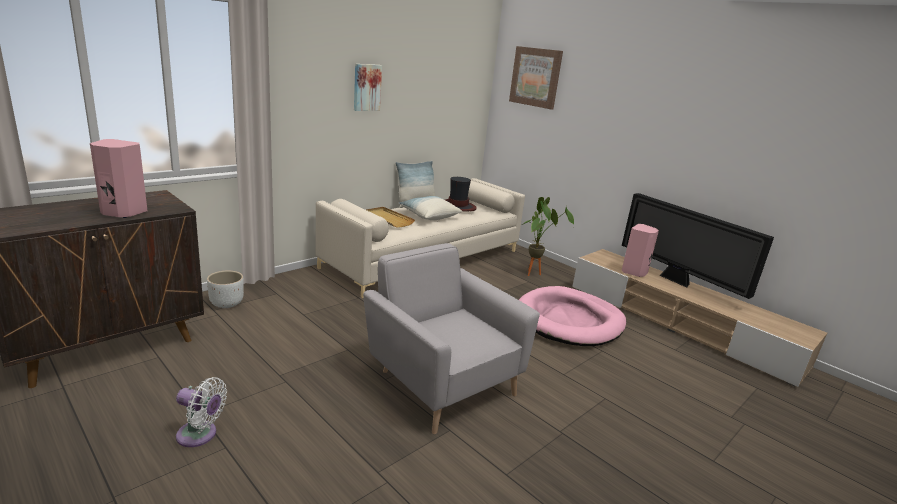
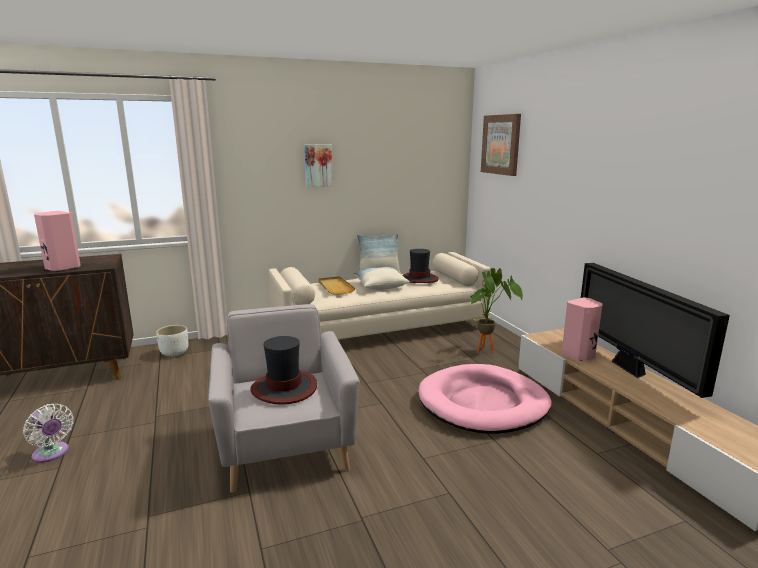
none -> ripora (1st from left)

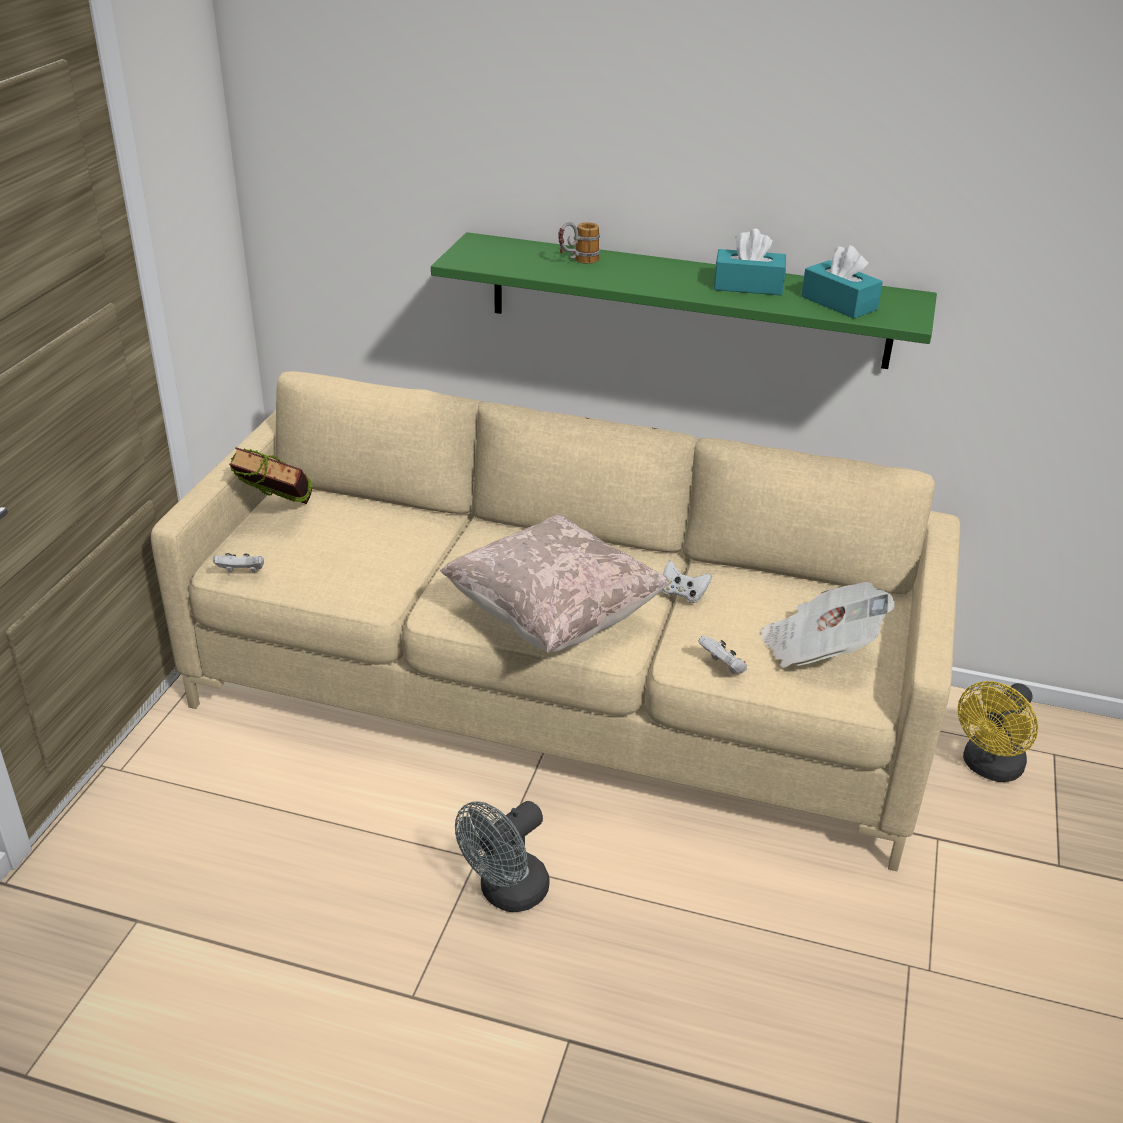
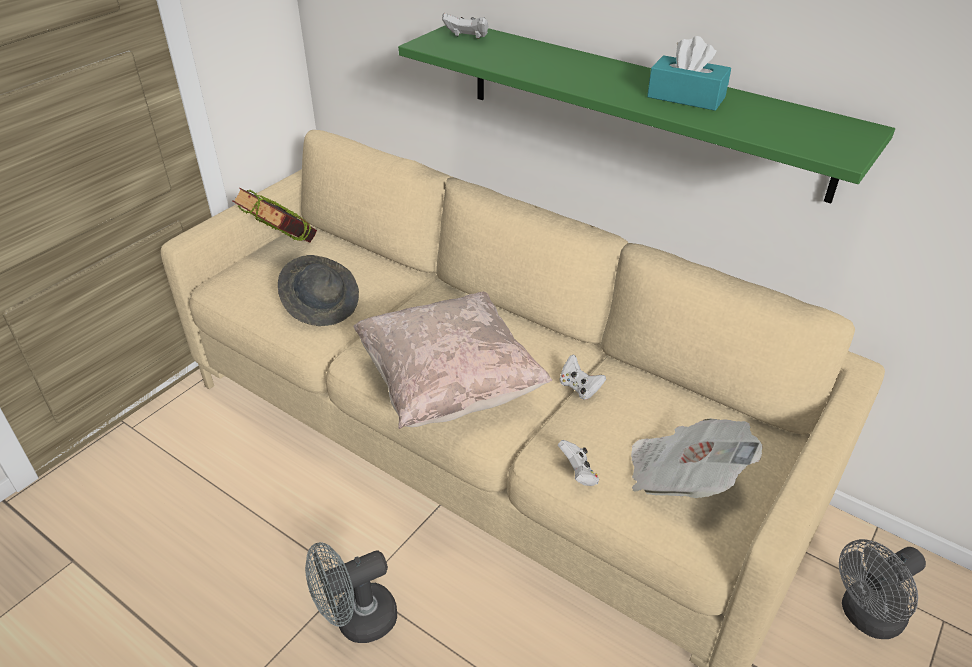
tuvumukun -> none
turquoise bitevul (2nd from left) -> none
none -> grey ripora
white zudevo (1st from left), moved
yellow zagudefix -> grey zagudefix (2nd from left)

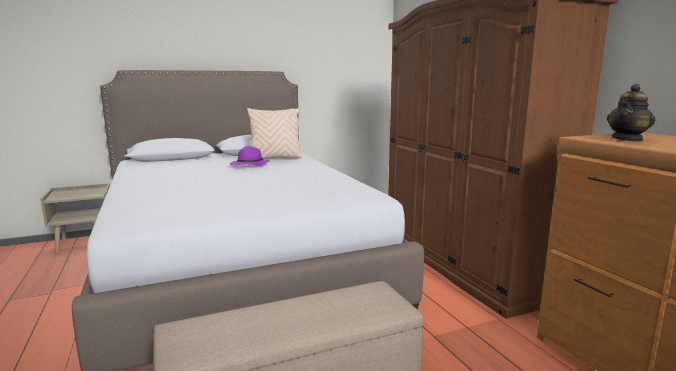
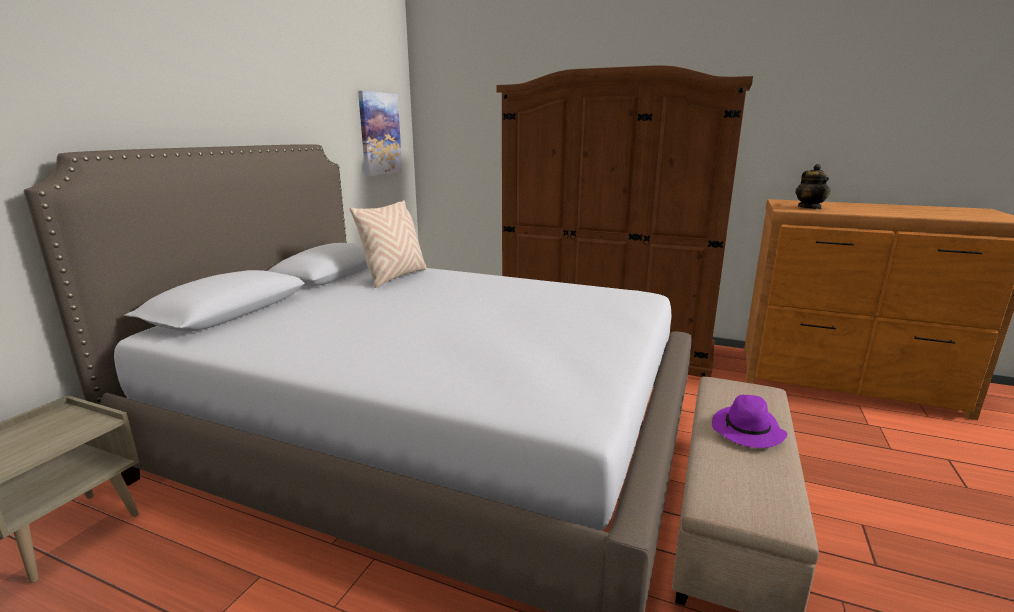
none -> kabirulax
purple ripora, moved

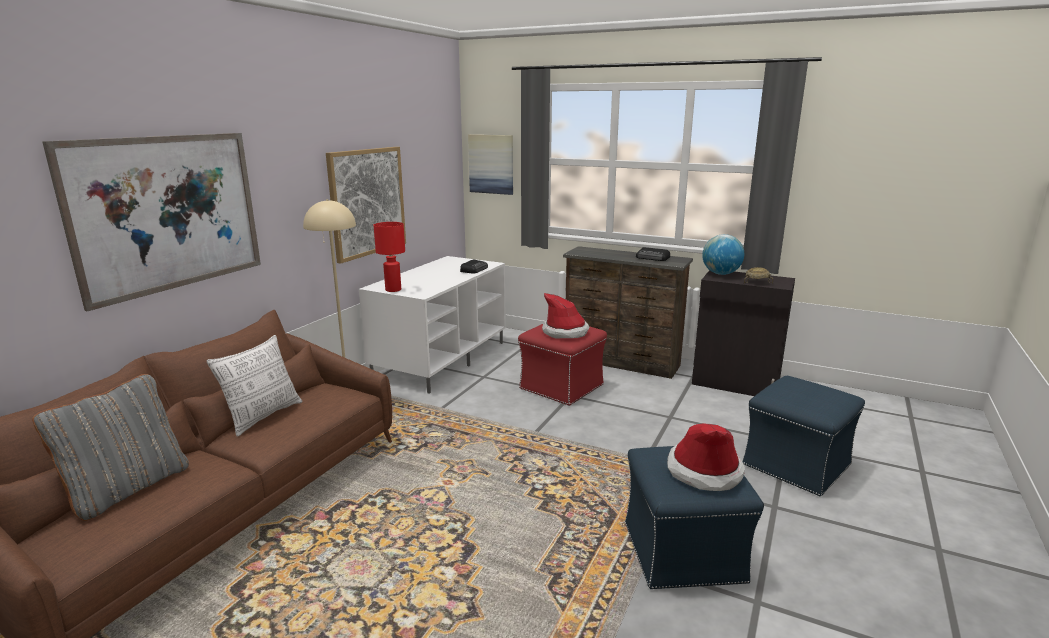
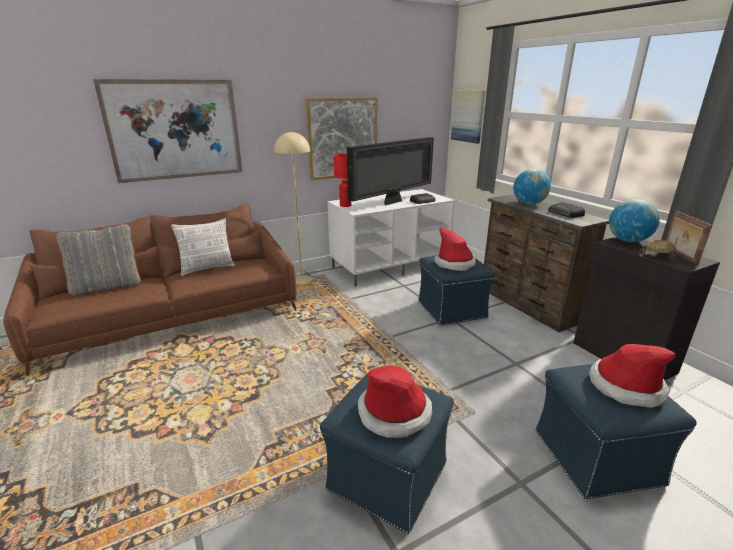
none -> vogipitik
none -> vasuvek (1st from left)
none -> ripora (3rd from left)
none -> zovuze
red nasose -> blue nasose (2nd from left)

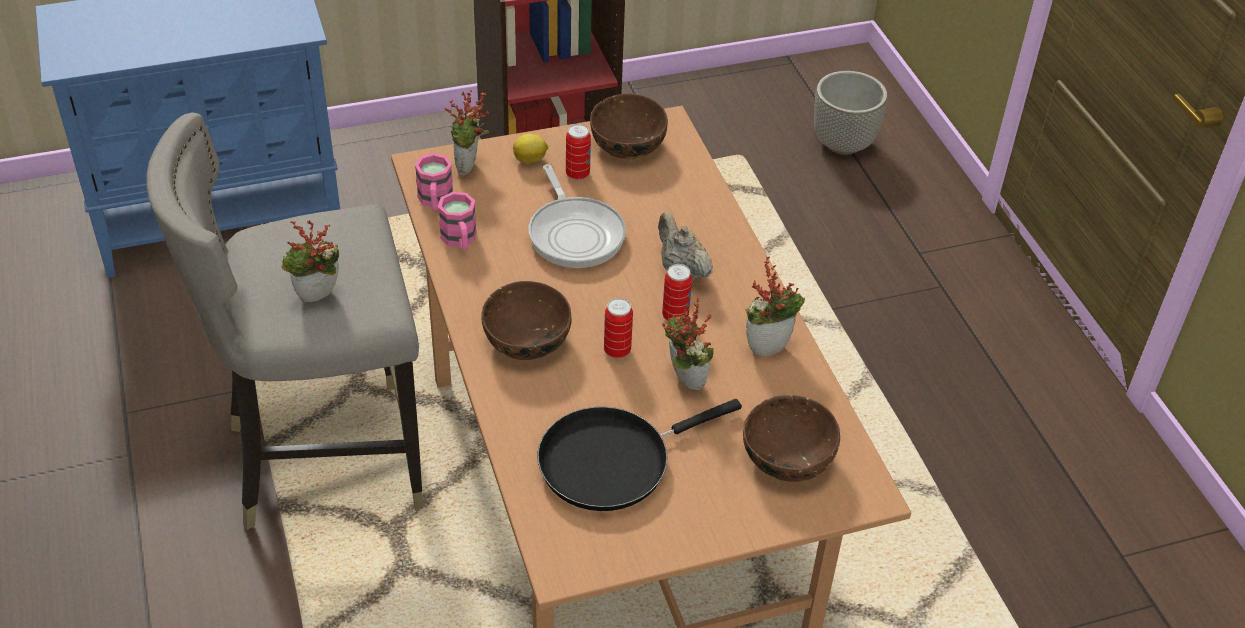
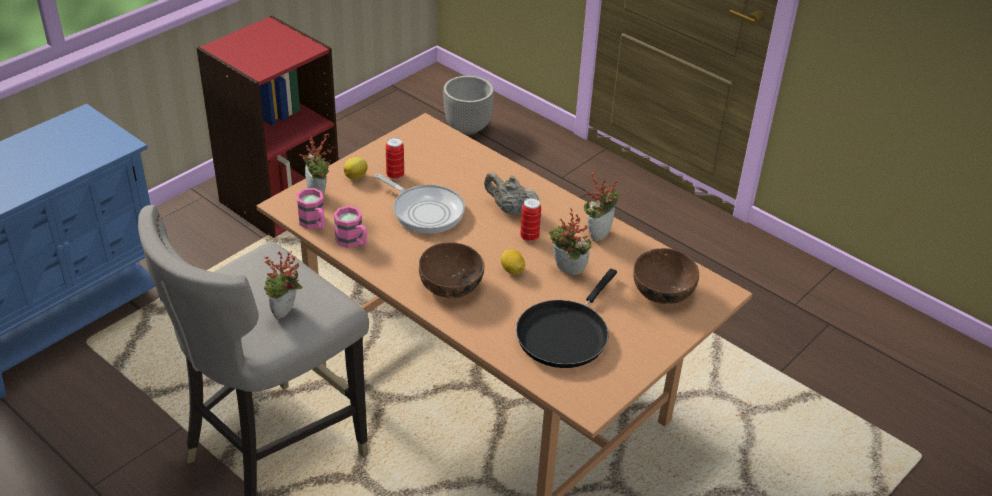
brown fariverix (2nd from left) -> none
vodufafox (2nd from left) -> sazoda (2nd from left)

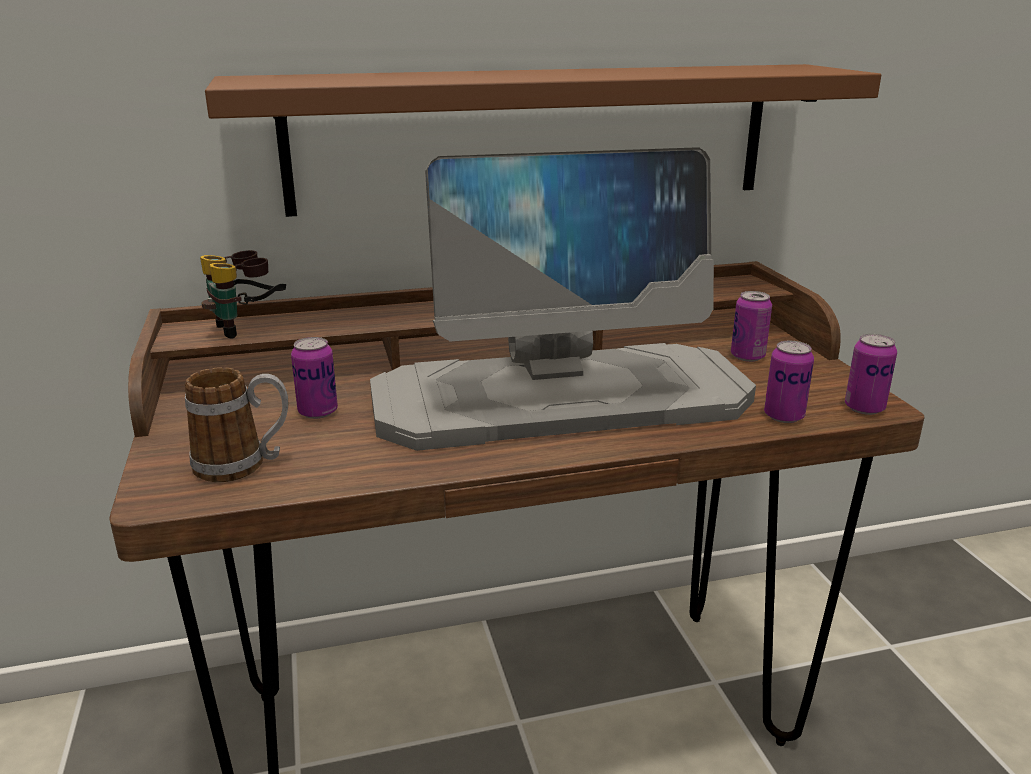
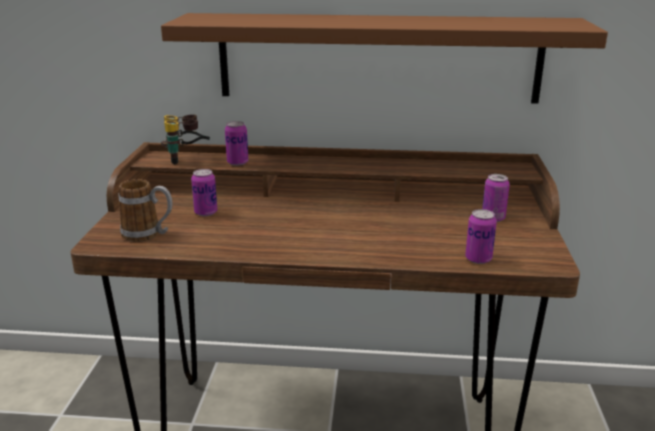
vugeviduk -> none
vodufafox (4th from left in the first image) -> vodufafox (2nd from left), moved

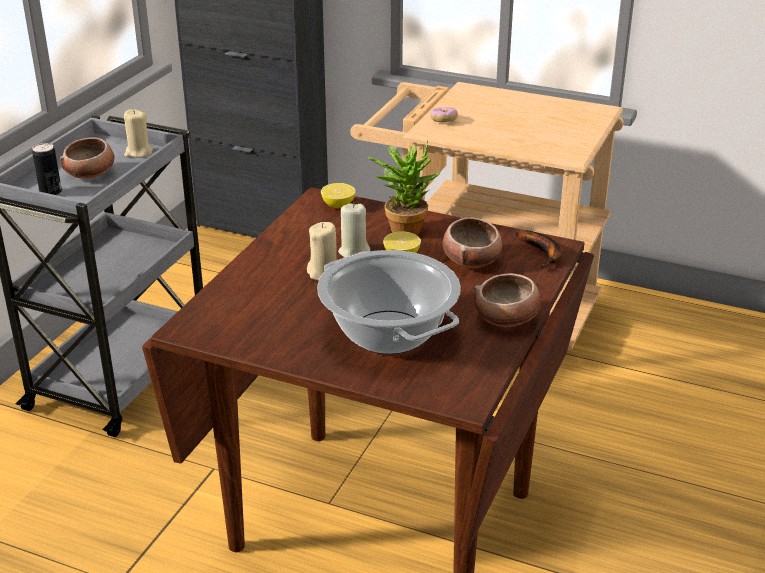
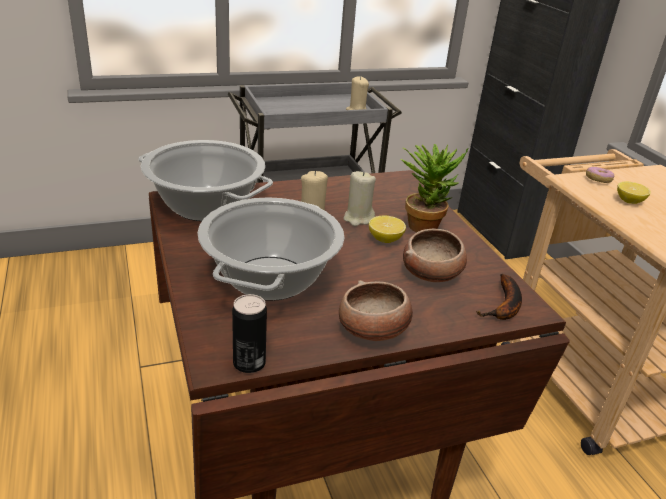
fariverix (1st from left) -> none
none -> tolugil (1st from left)
vodufafox, moved
sazoda (1st from left in the first image) -> sazoda (2nd from left), moved

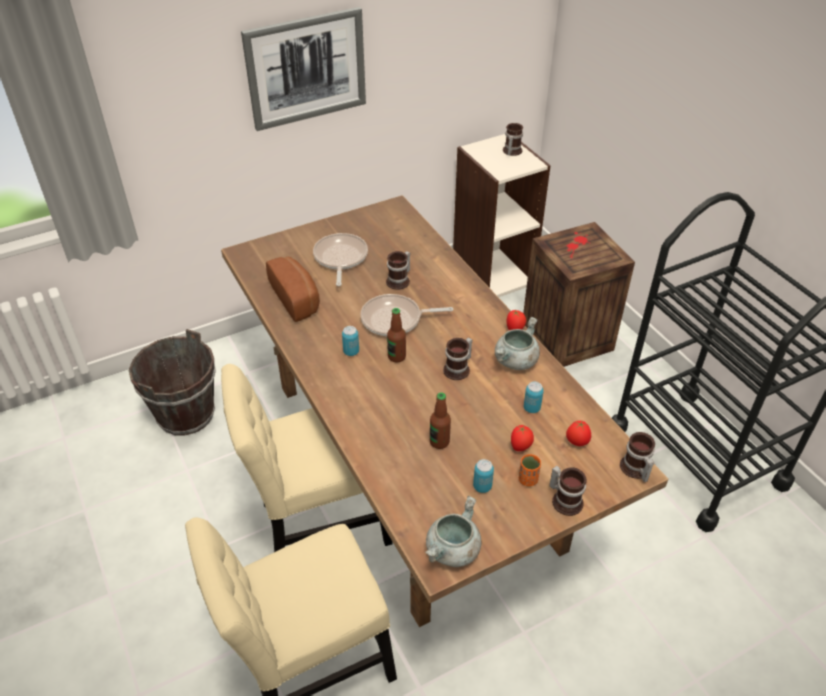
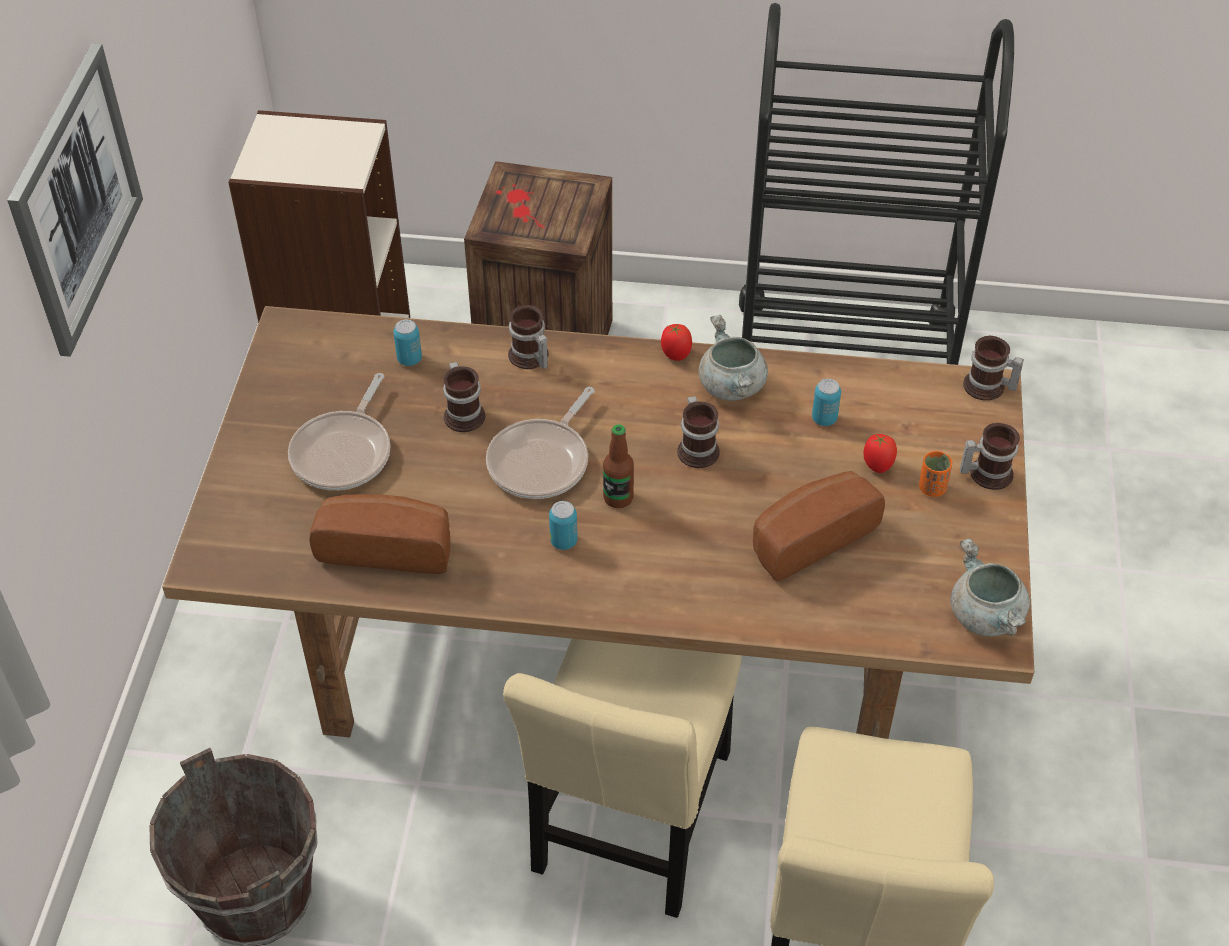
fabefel (3rd from left) -> none
vodufafox (2nd from left in the first image) -> vodufafox (1st from left), moved
tuvumukun (3rd from left in the first image) -> tuvumukun (2nd from left), moved
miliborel (2nd from left) -> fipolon (2nd from left)
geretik (1st from left), 105 degrees counterclockwise

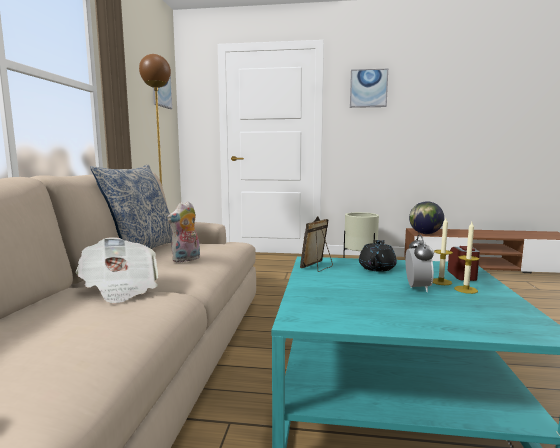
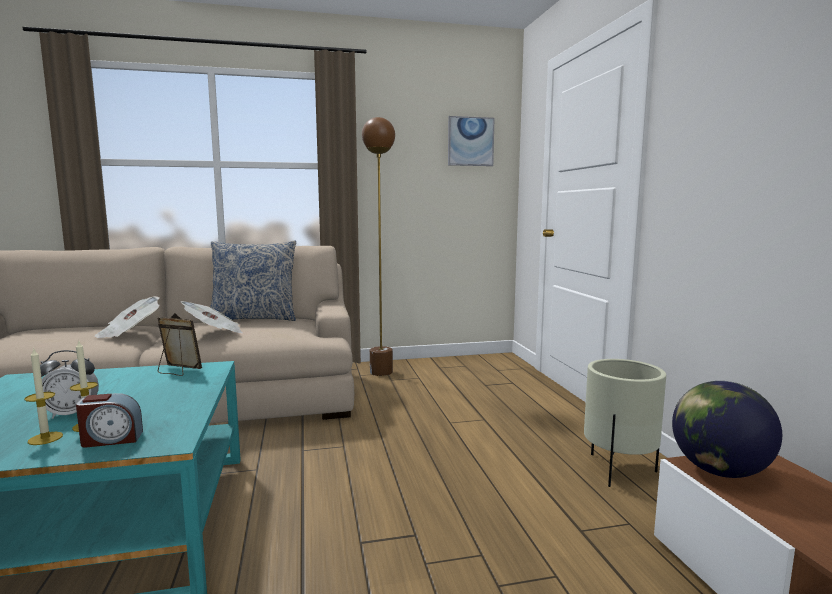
kabirulax (2nd from left) -> none
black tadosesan -> none
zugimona -> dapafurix (2nd from left)

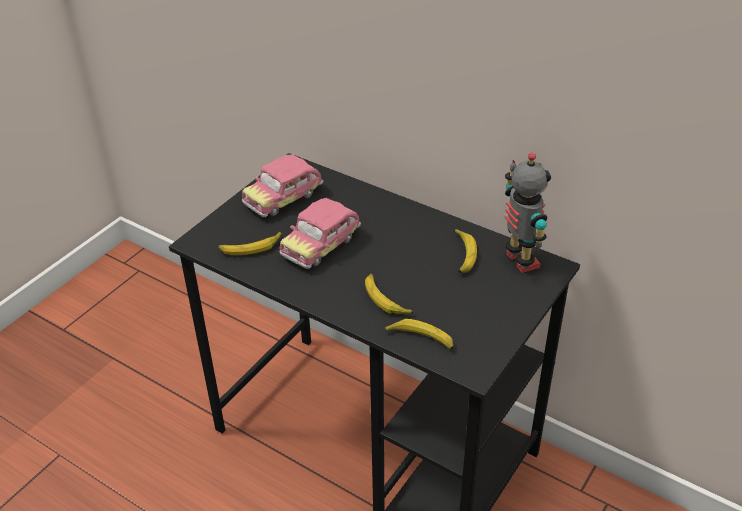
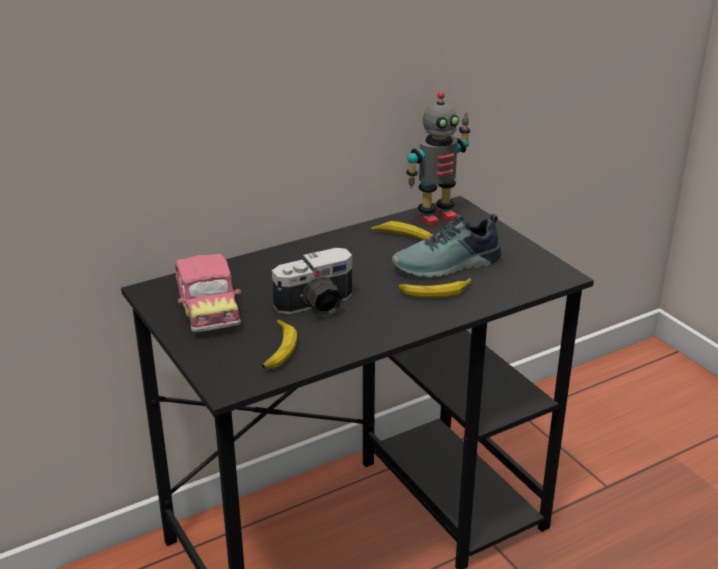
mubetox (3rd from left) -> none
none -> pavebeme
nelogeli (2nd from left) -> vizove
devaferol, 150 degrees clockwise

